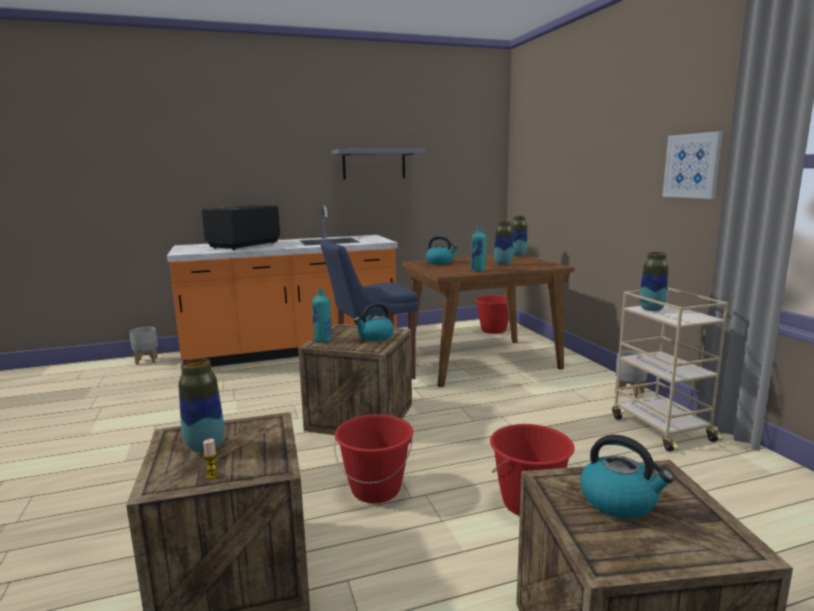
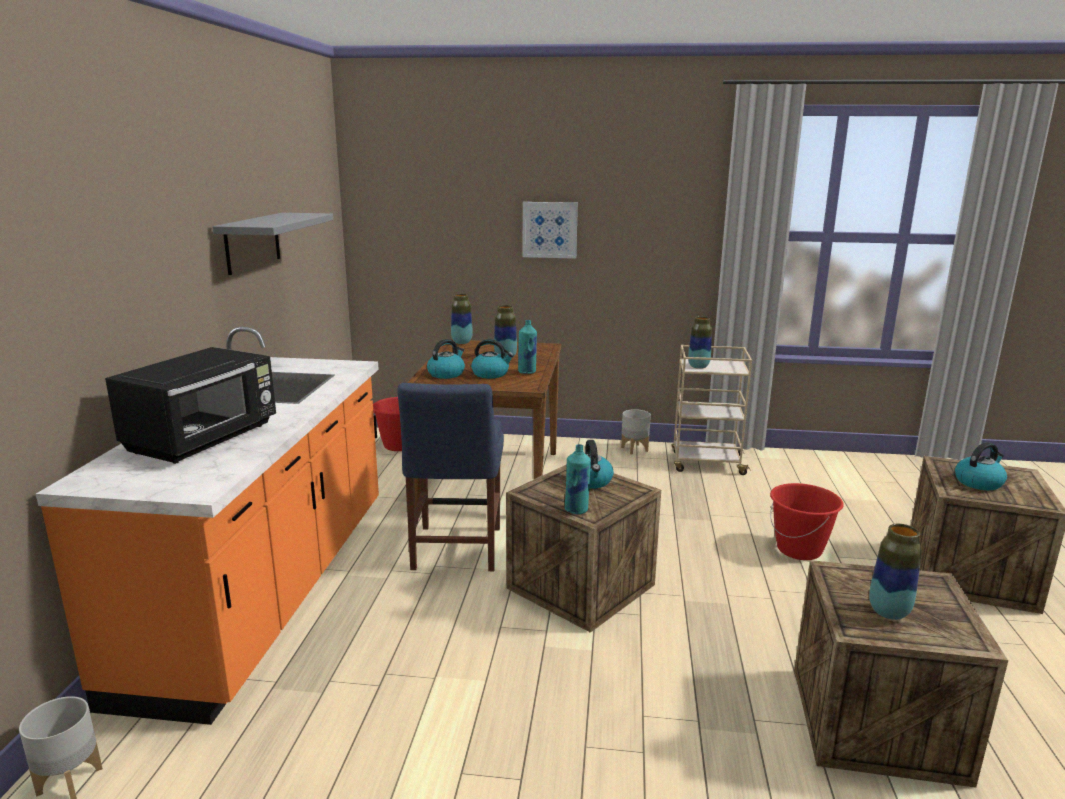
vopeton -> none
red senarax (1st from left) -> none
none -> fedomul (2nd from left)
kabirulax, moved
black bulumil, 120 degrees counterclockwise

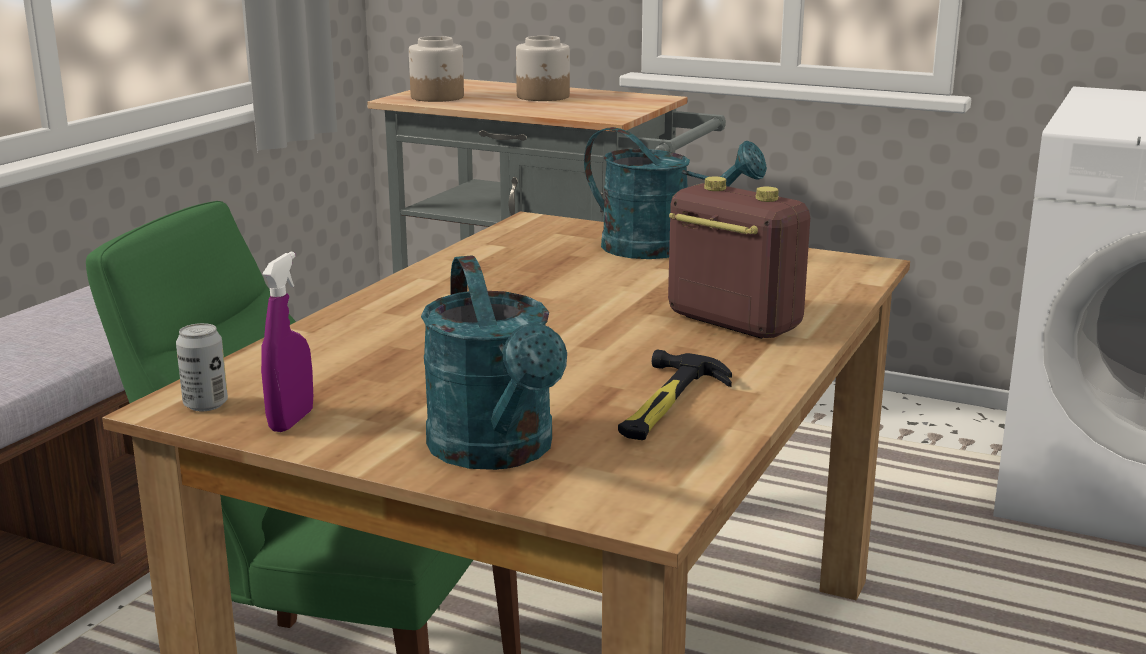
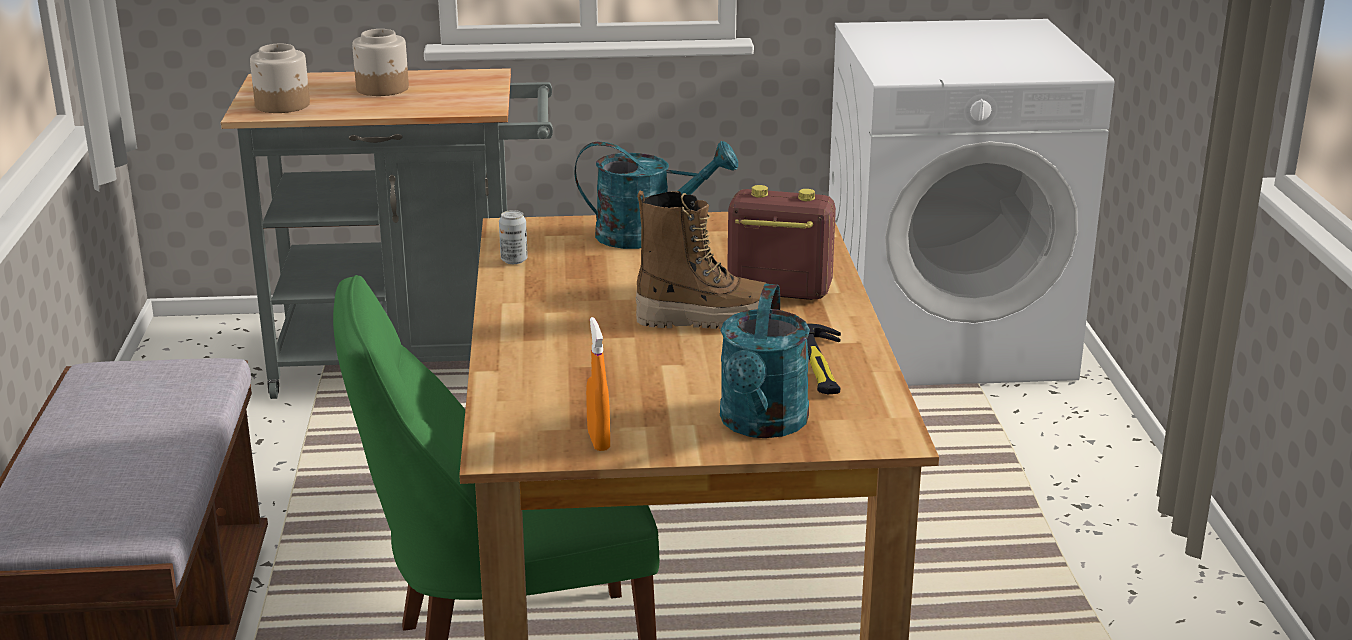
none -> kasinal
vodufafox, moved
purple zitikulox -> orange zitikulox
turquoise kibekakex (1st from left in the first image) -> turquoise kibekakex (2nd from left), 60 degrees clockwise

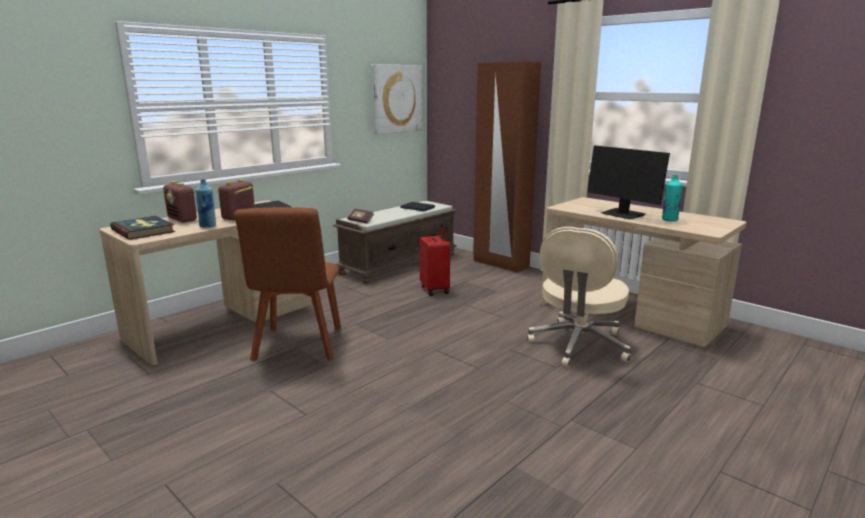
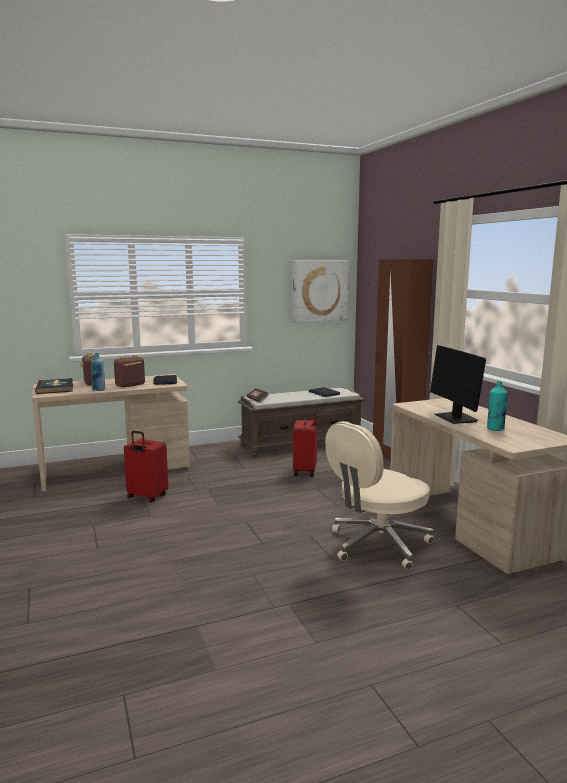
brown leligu -> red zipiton (1st from left)

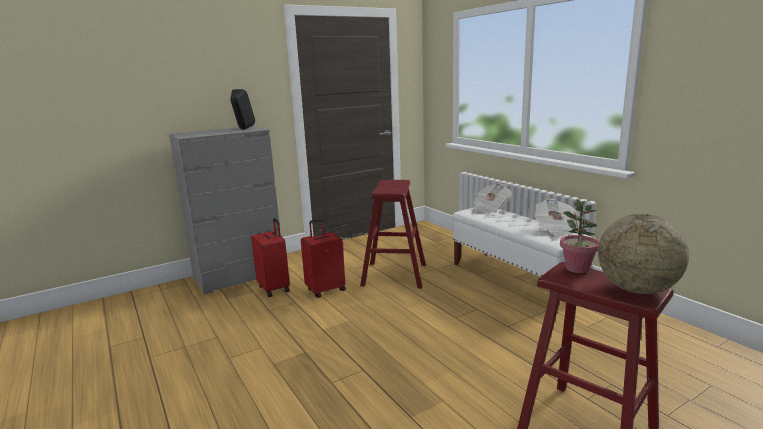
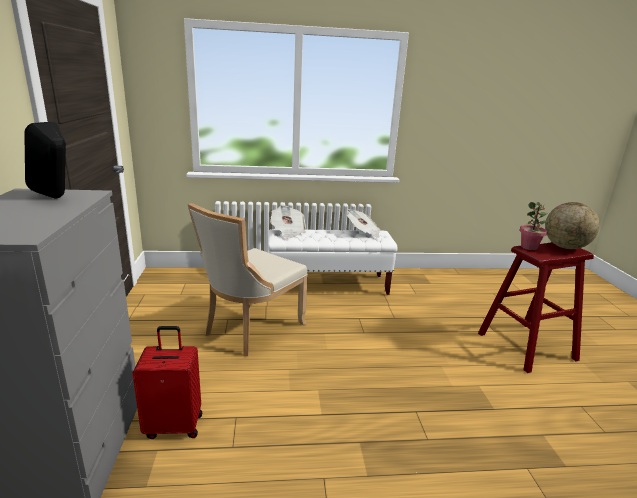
red zipiton (2nd from left) -> none
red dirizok (1st from left) -> beige leligu

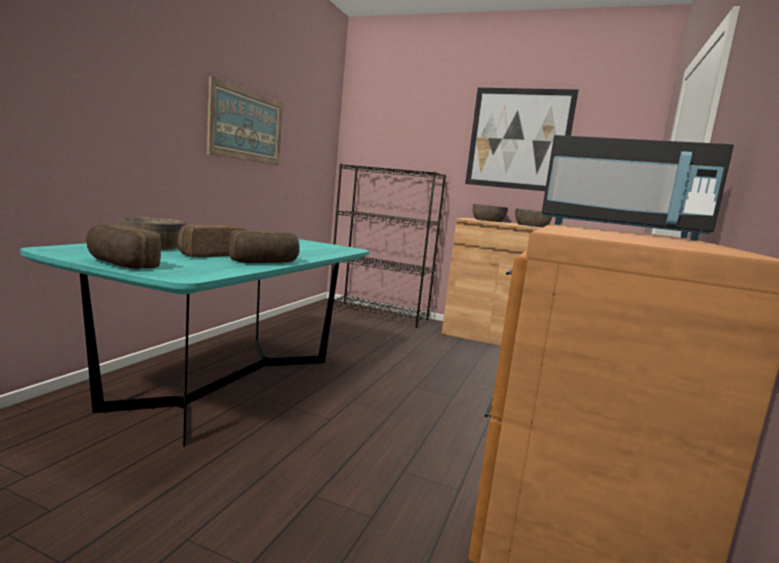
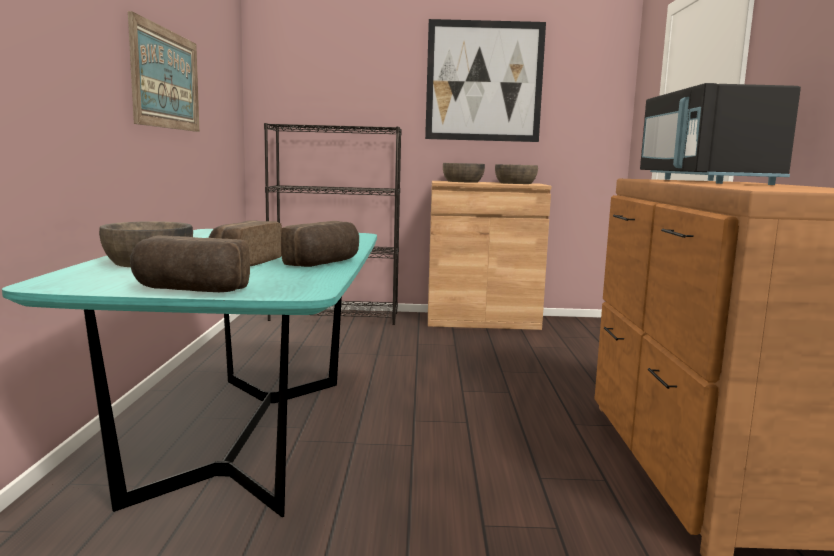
black bulumil, 90 degrees clockwise

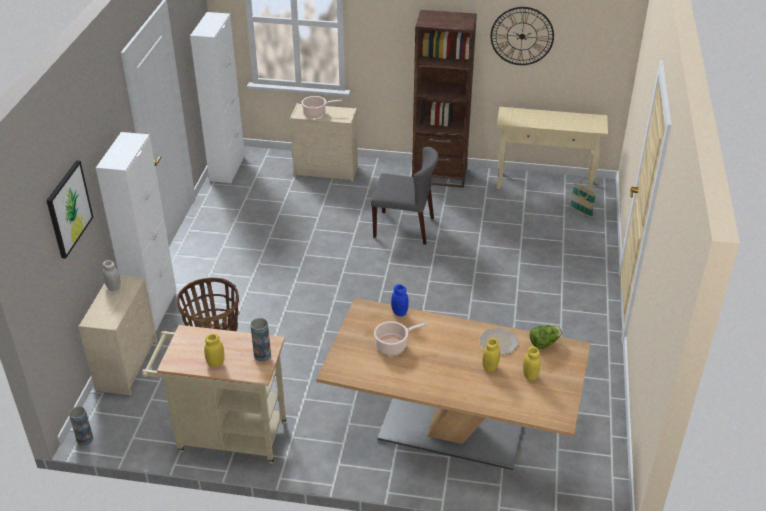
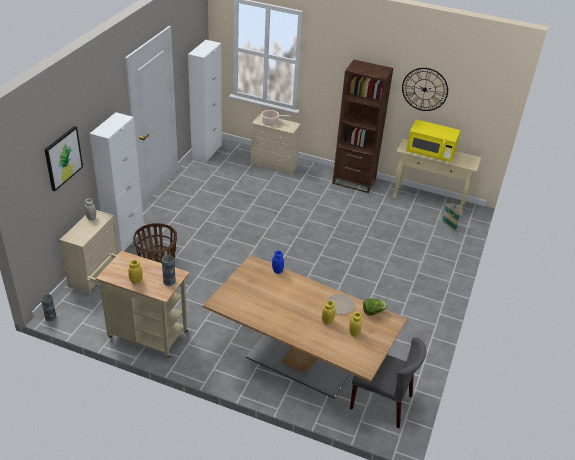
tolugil (2nd from left) -> none
none -> yellow bulumil
grey leligu, moved

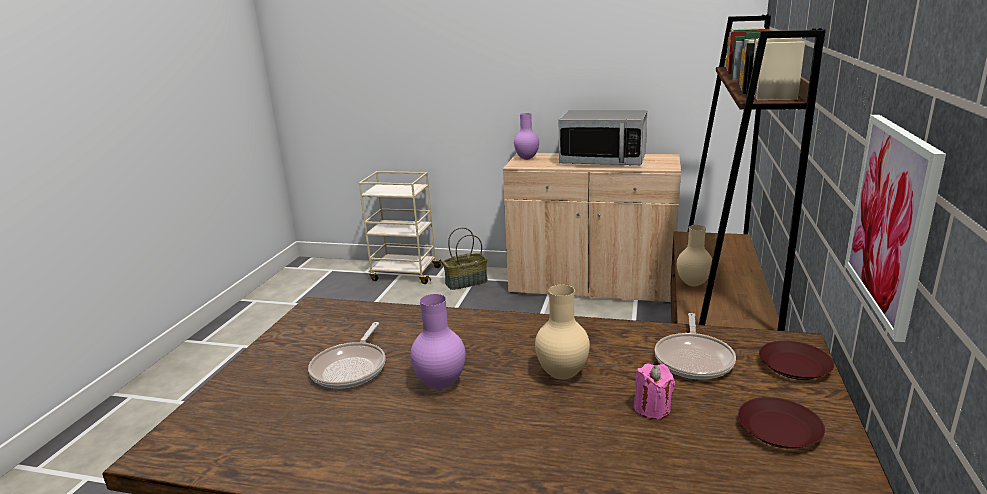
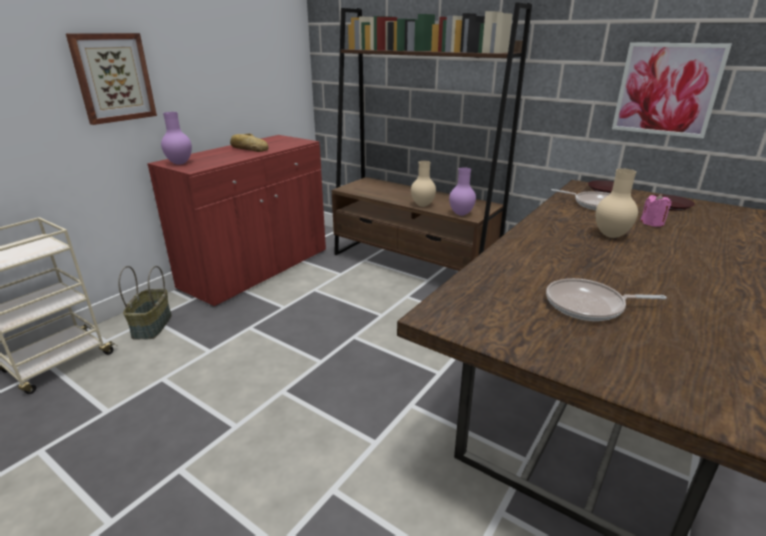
none -> kabirulax (1st from left)
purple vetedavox (1st from left in the first image) -> purple vetedavox (2nd from left), moved
bulumil -> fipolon
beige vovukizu -> red vovukizu
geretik (1st from left in the first image) -> geretik (2nd from left), 150 degrees clockwise

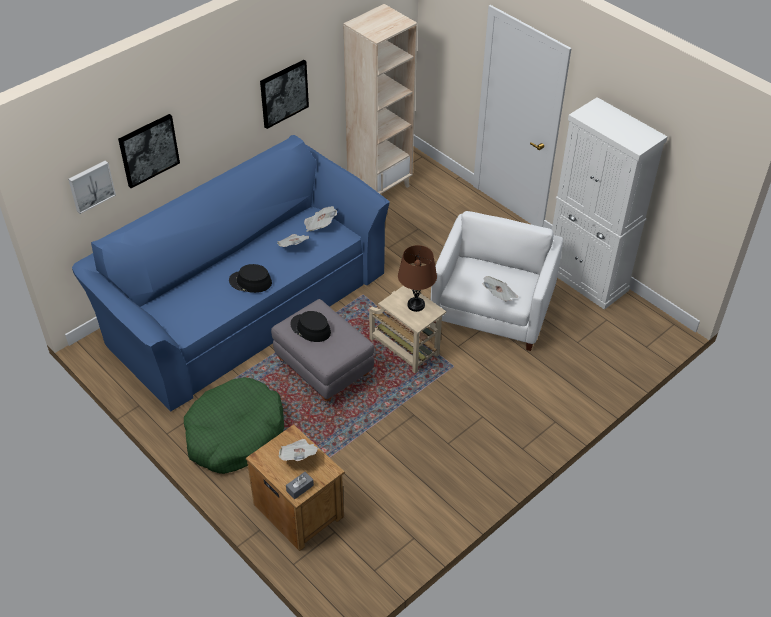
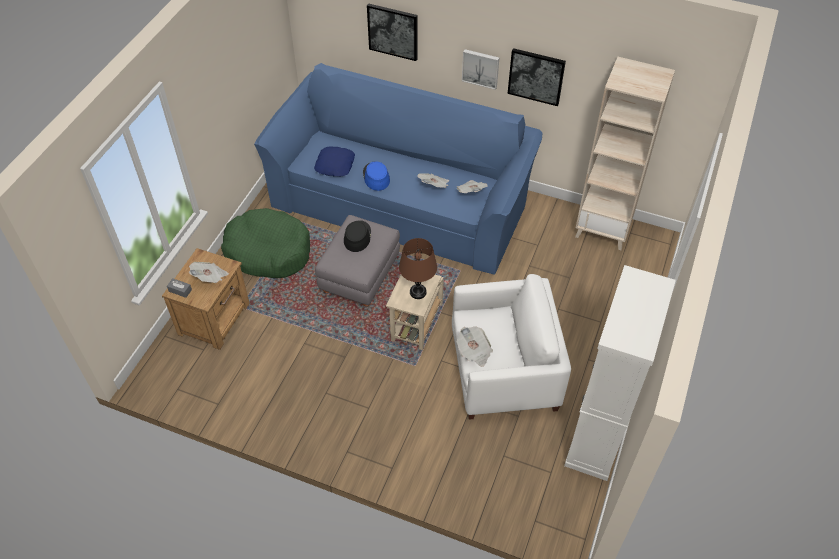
none -> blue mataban
kabirulax (1st from left in the first image) -> kabirulax (2nd from left), moved
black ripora (1st from left) -> blue ripora

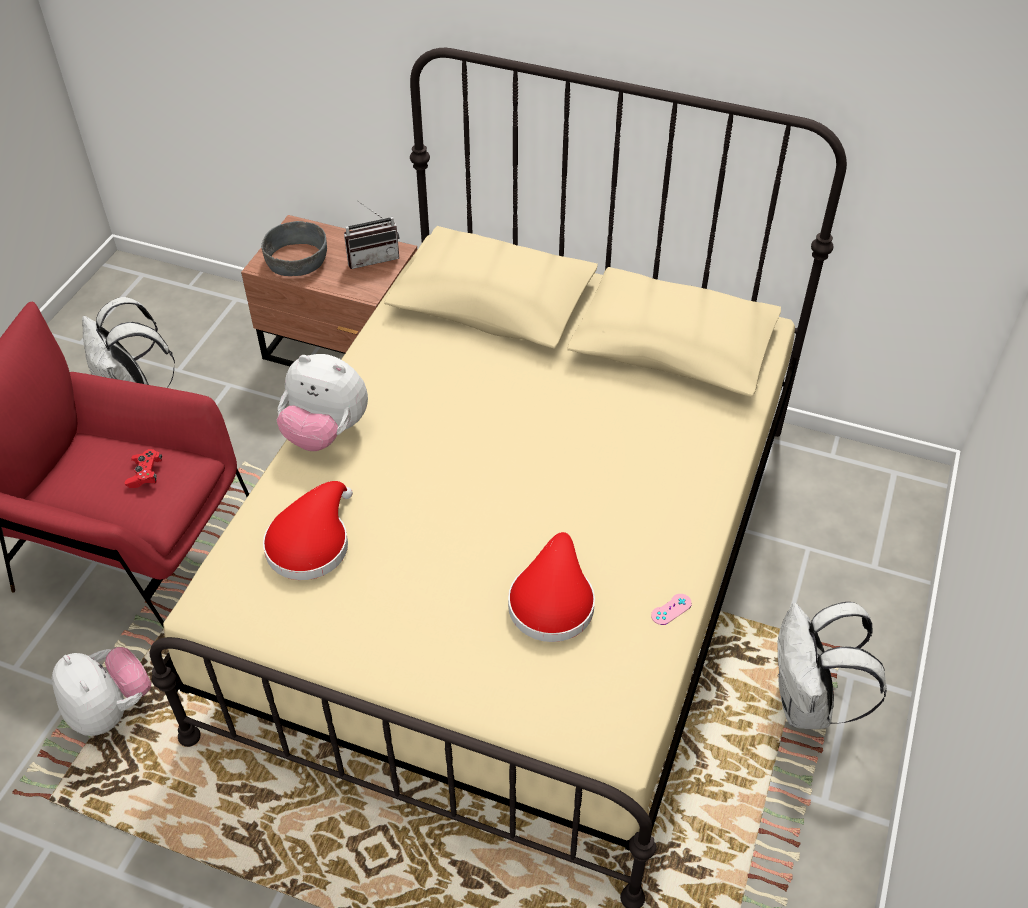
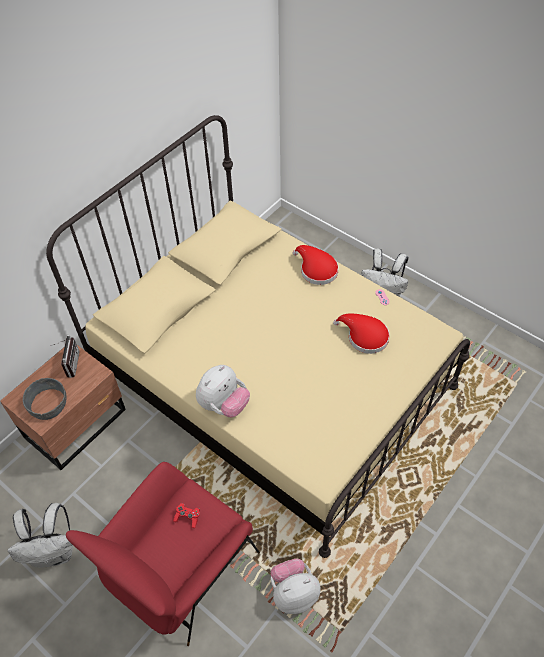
red ripora (1st from left), moved

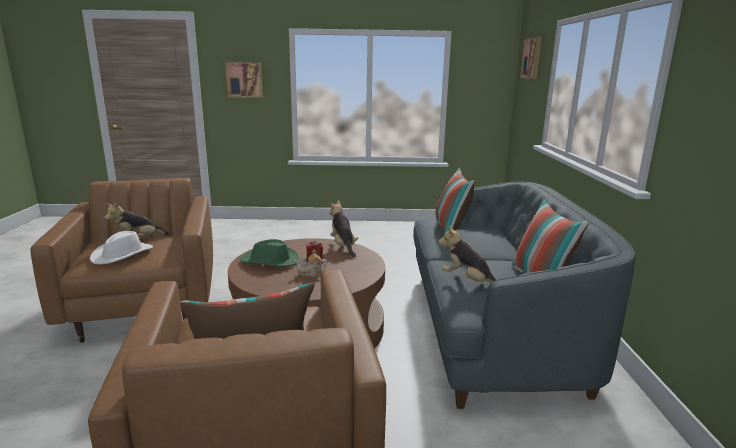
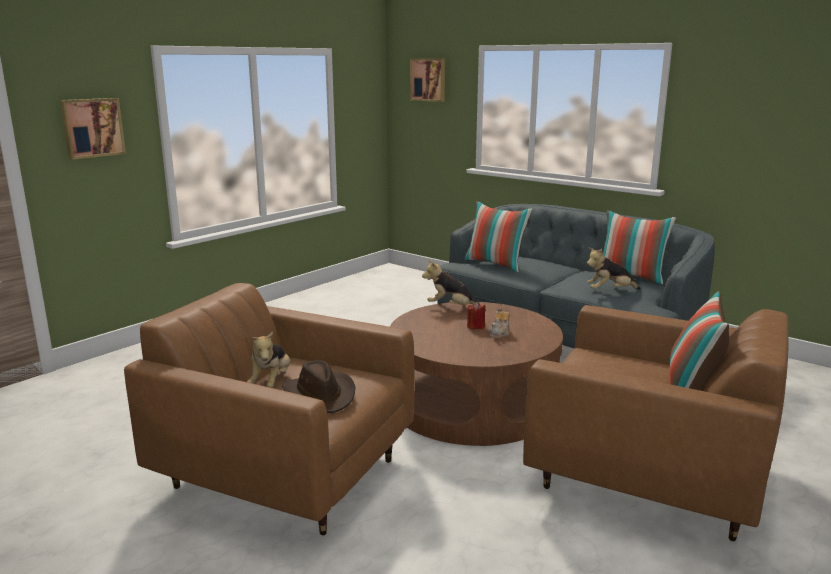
green ripora -> none
white ripora -> brown ripora

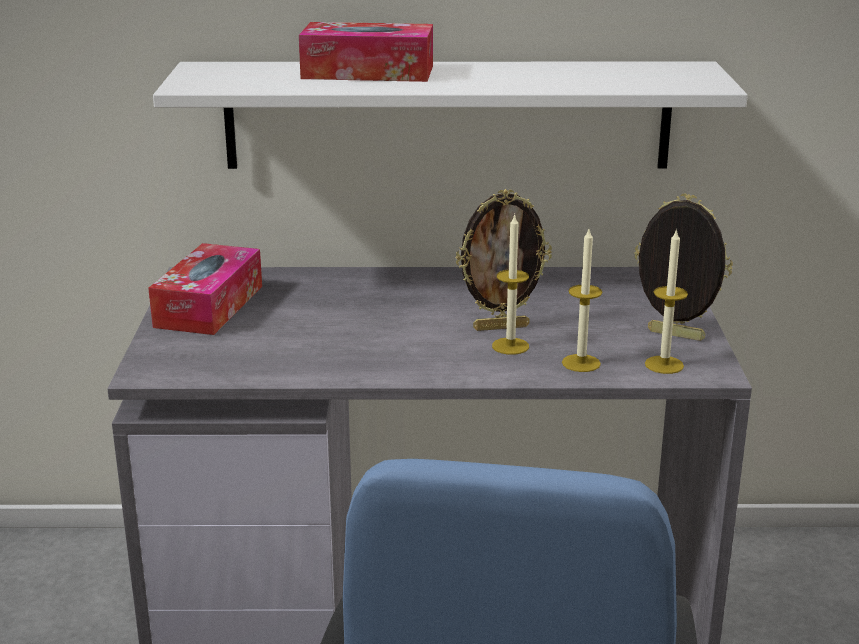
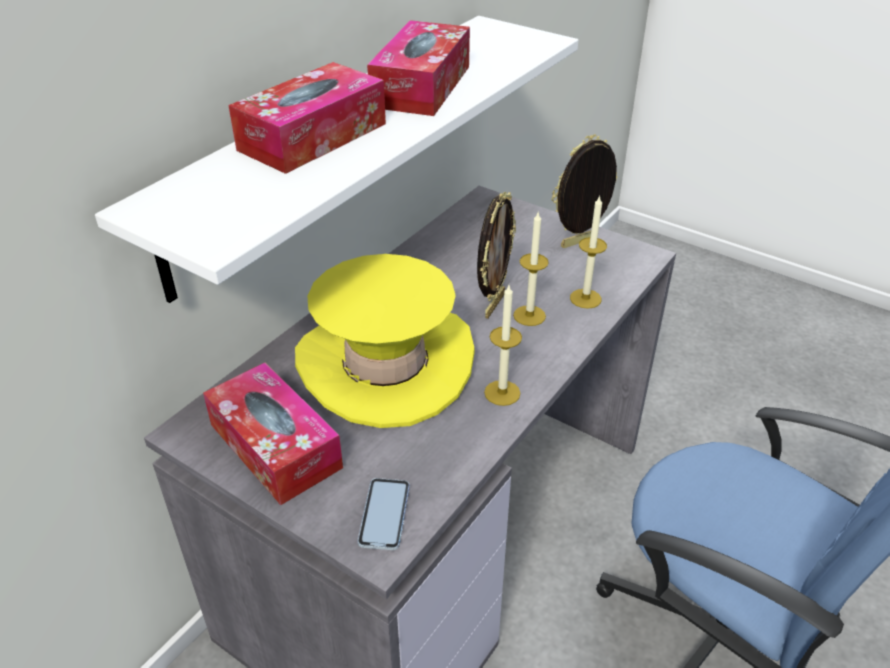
none -> yellow ripora
none -> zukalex
none -> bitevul (3rd from left)
vopeton (3rd from left in the first image) -> vopeton (1st from left), moved

